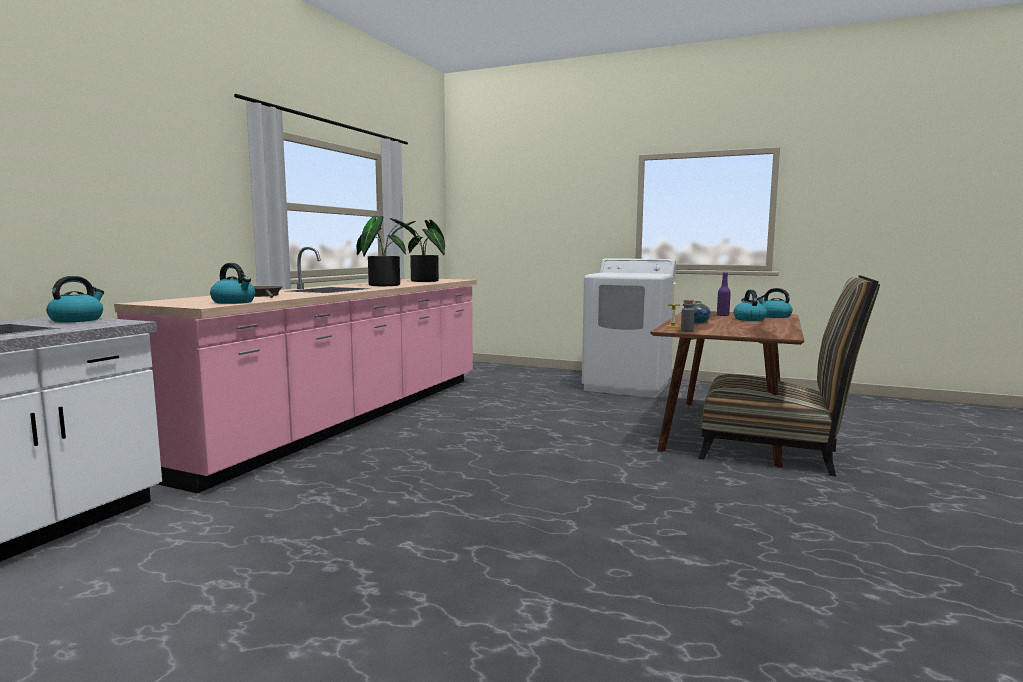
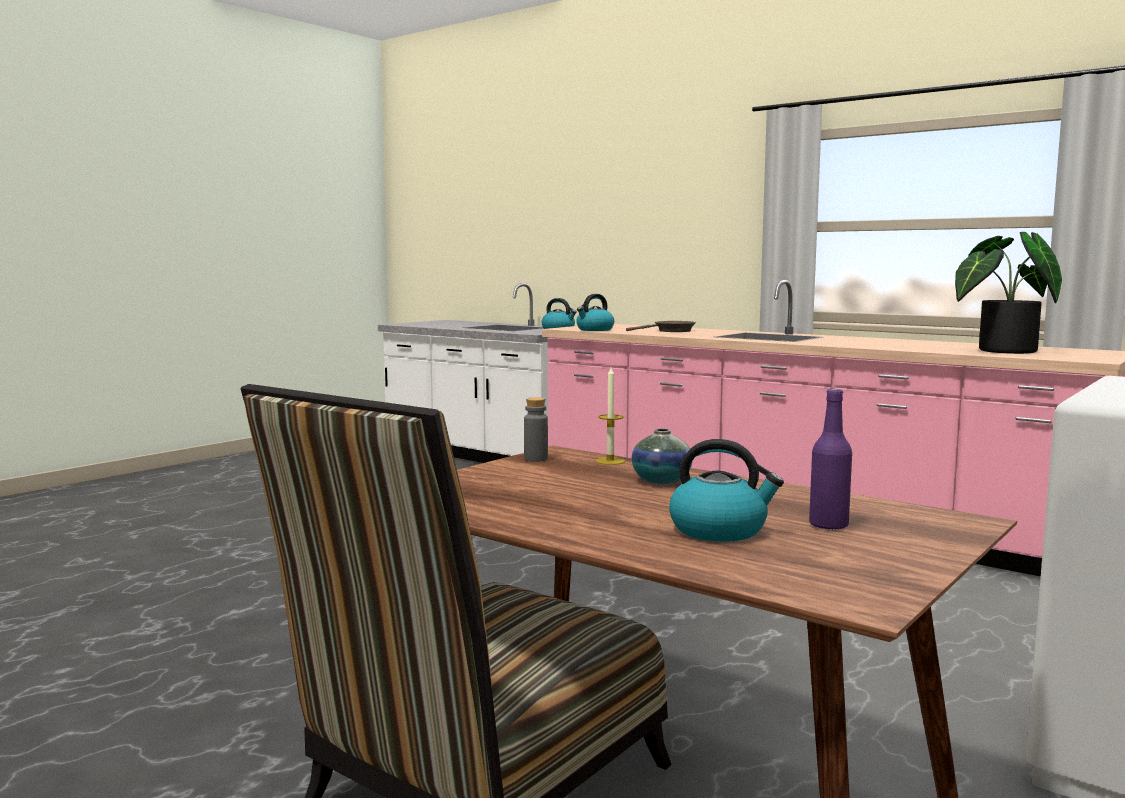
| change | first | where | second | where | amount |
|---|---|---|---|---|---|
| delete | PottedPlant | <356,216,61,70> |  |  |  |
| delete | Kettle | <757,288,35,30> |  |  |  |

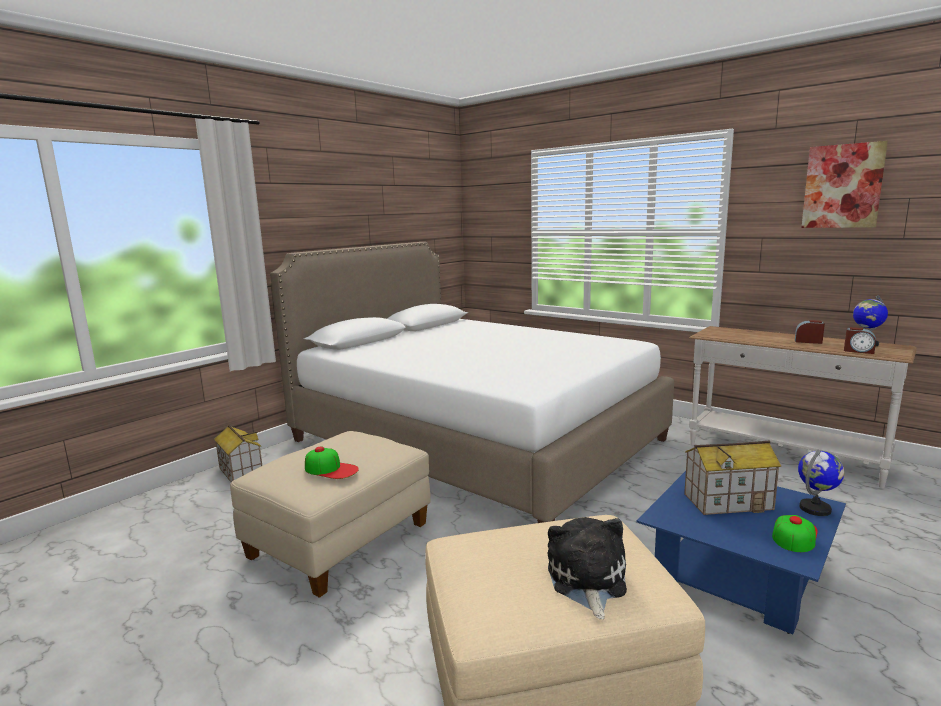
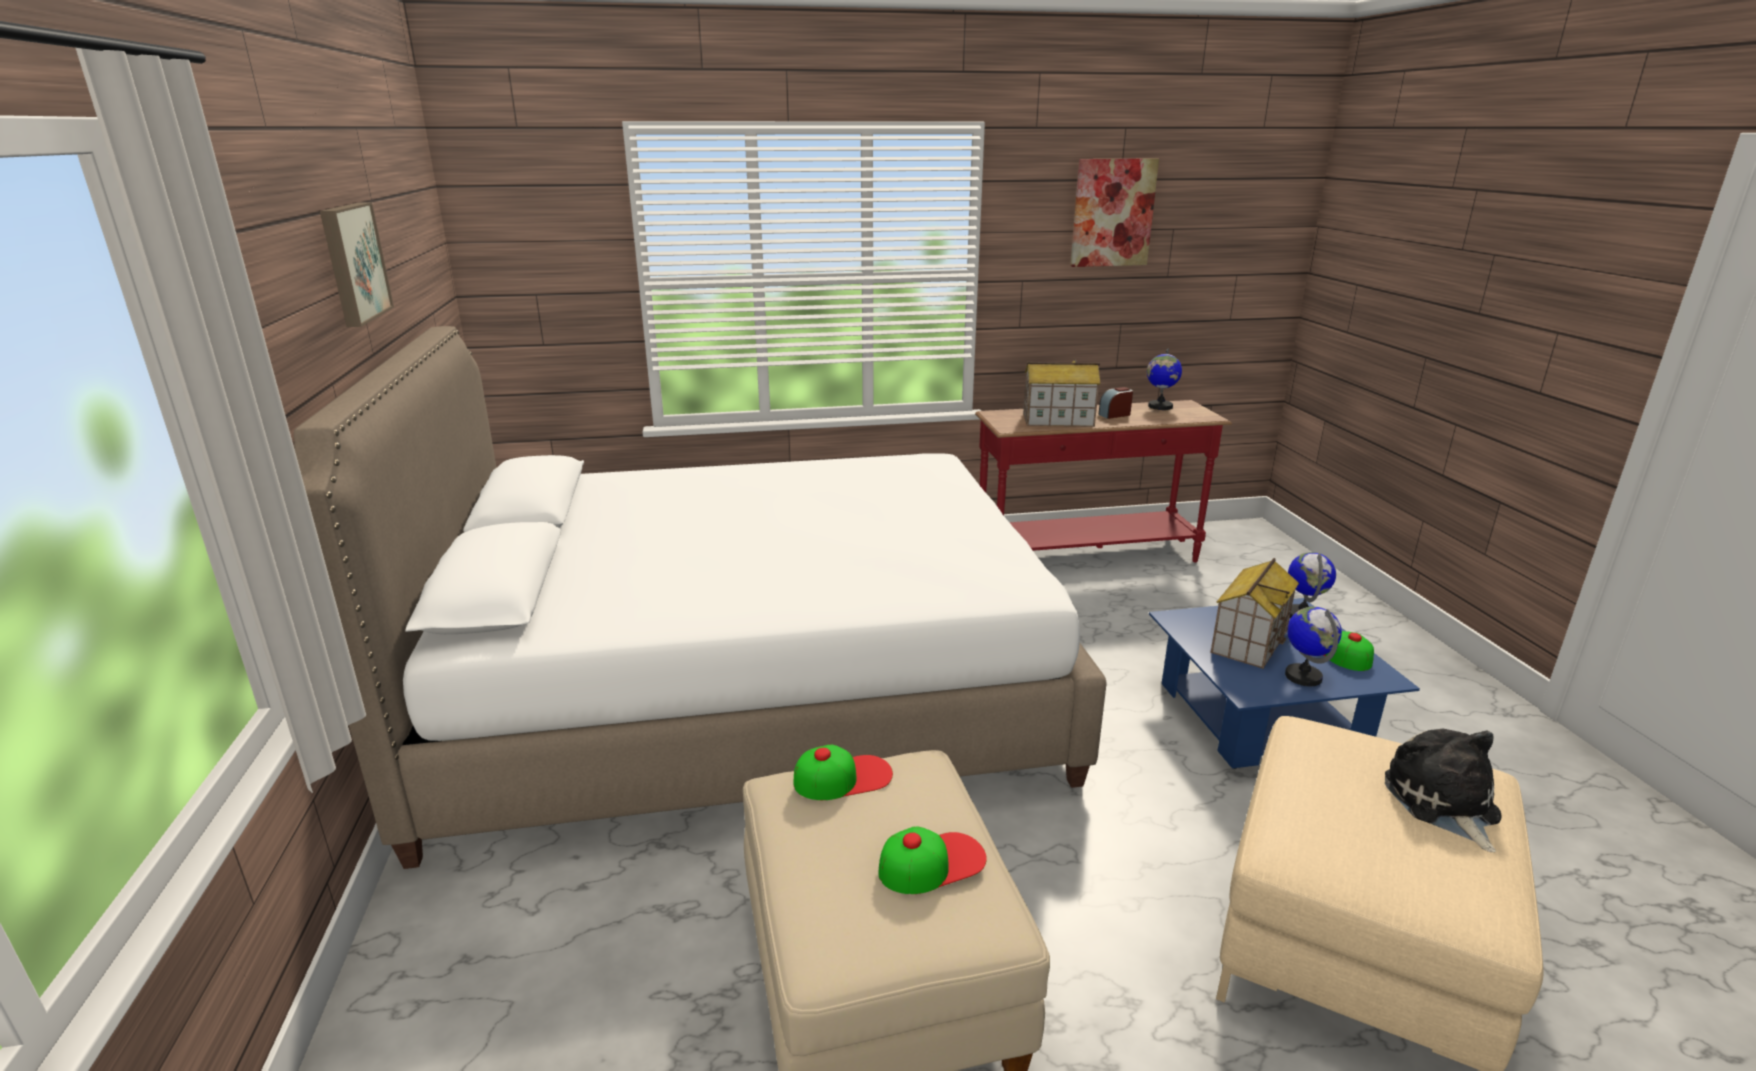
| change | first | where | second | where | amount |
|---|---|---|---|---|---|
| delete | AlarmClock | <844,327,32,27> |  |  |  |
| insert |  |  | Picture | <320,202,74,125> |  |
| insert |  |  | Cap | <794,744,99,56> |  |
| insert |  |  | Globe | <1285,607,57,79> |  |
| move | ToyHouse | <214,425,48,57> |  | <1023,358,77,69> |  |
| recolor | WhiteConsoleTable | <689,326,228,162> | RedConsoleTable | <975,400,257,163> |  |
| rotate | PlushToy | <547,517,80,102> |  | <1385,728,116,124> | 45 degrees clockwise |

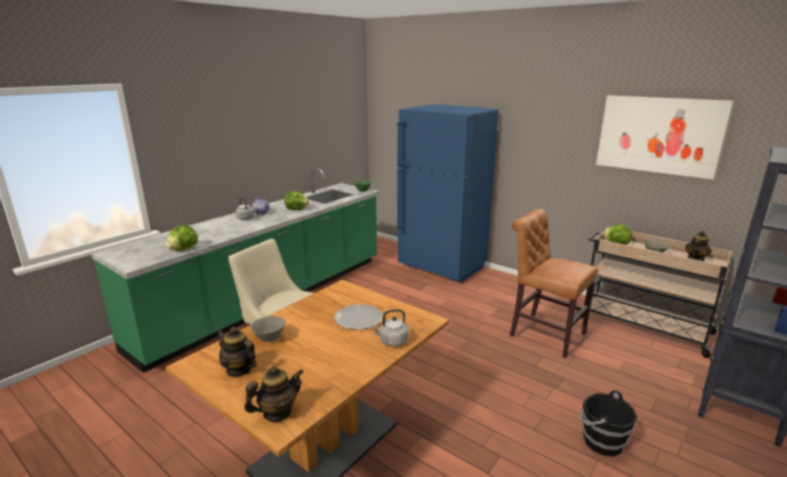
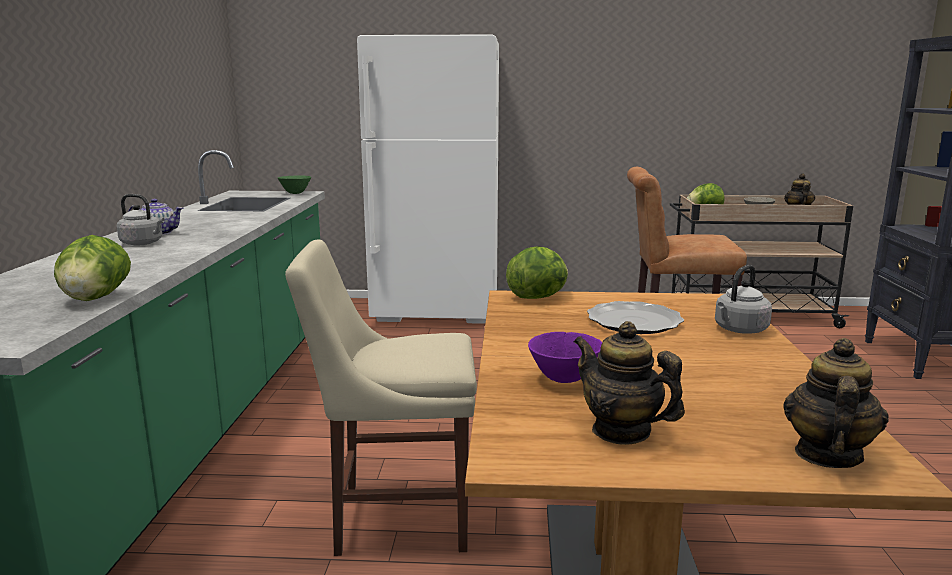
| change | first | where | second | where | amount |
|---|---|---|---|---|---|
| delete | BlackBucket | <580,390,57,67> |  |  |  |
| delete | Picture | <596,95,137,84> |  |  |  |
| move | Lettuce | <284,191,25,19> |  | <506,246,62,53> |  |
| recolor | GreyBowl | <251,316,35,26> | PurpleBowl | <528,332,74,51> |  |
| recolor | BlueFridge | <397,104,102,178> | WhiteFridge | <357,34,142,290> |  |
| rotate | Teapot | <218,327,39,50> |  | <574,321,111,124> | 45 degrees clockwise |

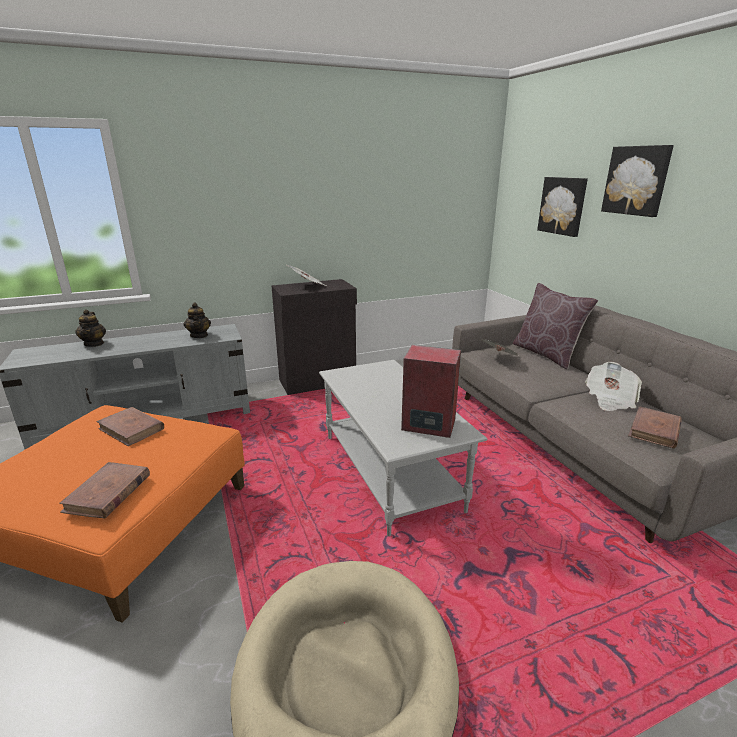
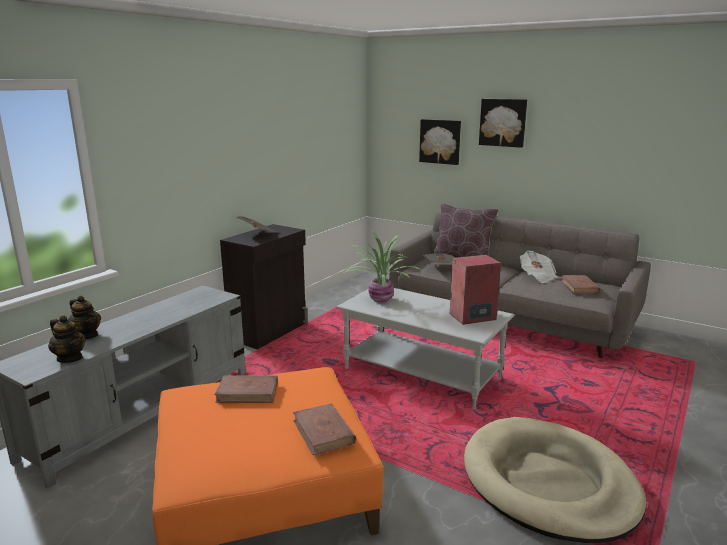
| change | first | where | second | where | amount |
|---|---|---|---|---|---|
| insert |  |  | PottedPlant | <342,231,78,72> |  |
| move | Teapot | <184,302,27,36> |  | <48,315,38,48> |  |

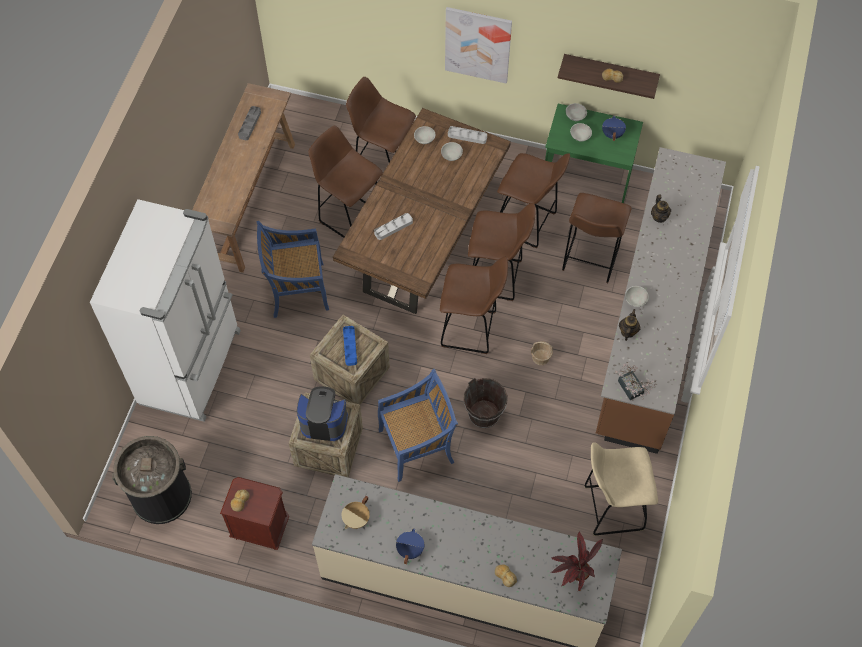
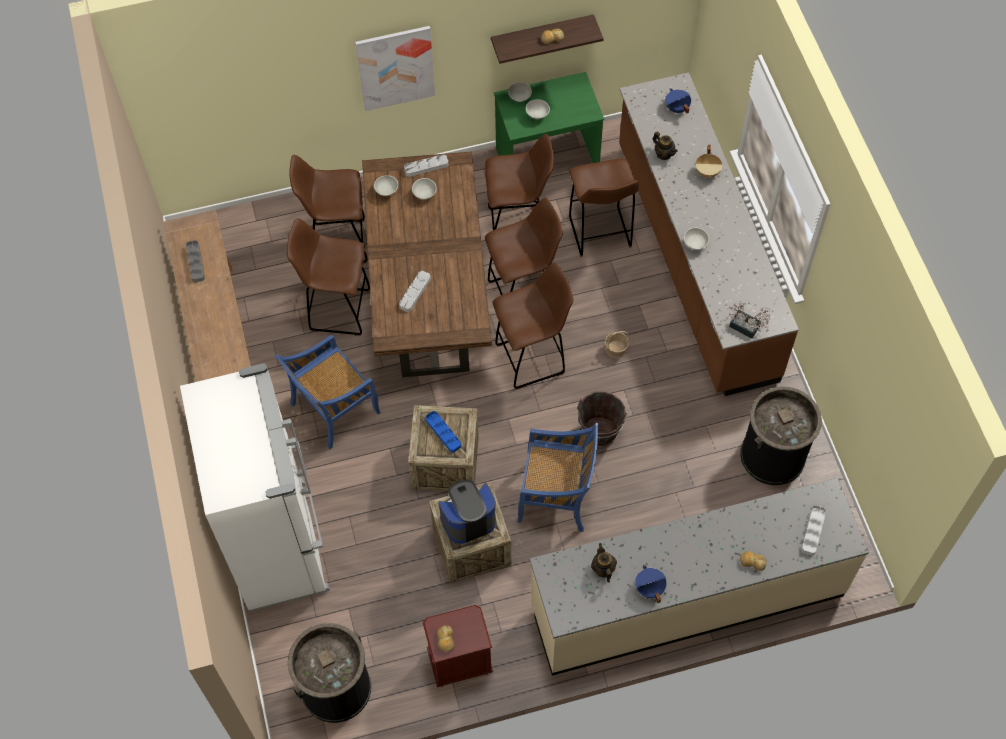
| change | first | where | second | where | amount |
|---|---|---|---|---|---|
| move | BeigeCookingPot | <342,496,28,33> |  | <695,145,28,33> |  |
| move | BlueCookingPot | <602,115,24,26> |  | <665,88,26,26> |  |
| move | Teapot | <619,309,21,32> |  | <591,543,26,40> |  |
| replace | PottedPlant | <551,531,52,60> | GreyTray | <801,505,25,51> |  |
| replace | BeigeStool | <584,442,74,94> | BlackTrashCan | <740,387,82,98> |  |
| rotate | BlueChair | <378,369,80,113> |  | <518,423,81,109> | 60 degrees clockwise |

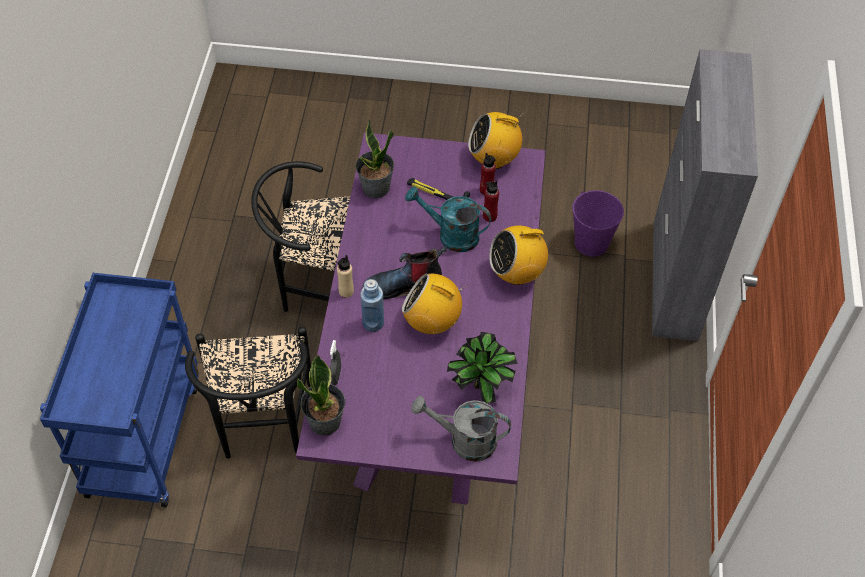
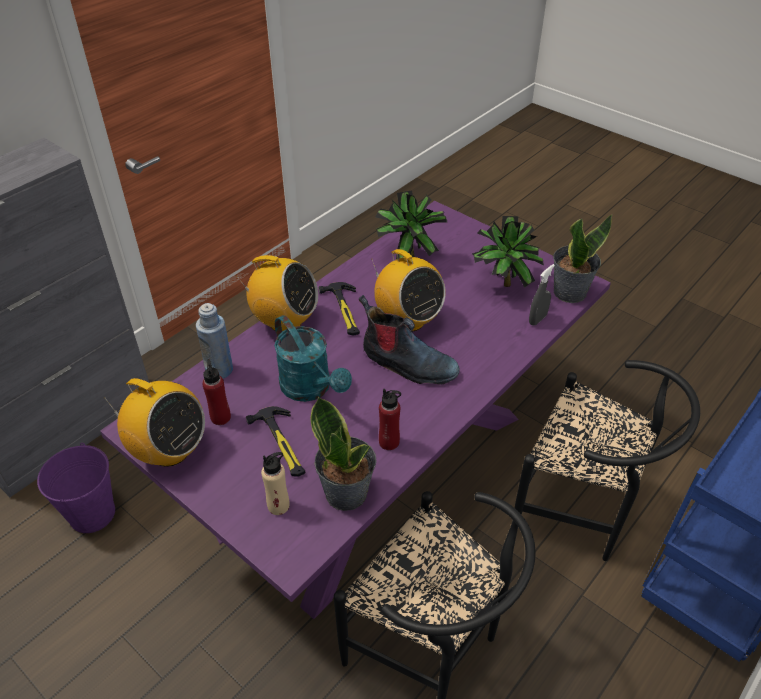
| change | first | where | second | where | amount |
|---|---|---|---|---|---|
| delete | GreyWateringCan | <411,396,100,66> |  |  |  |
| insert |  |  | Hammer | <319,282,41,53> |  |
| insert |  |  | PottedPlant | <472,216,72,72> |  |
| move | BeigeBottle | <337,255,17,43> |  | <261,452,29,63> |  |
| move | BlueBottle | <360,279,24,53> |  | <196,303,37,76> |  |
| move | RedBottle | <483,180,16,42> |  | <379,389,22,61> |  |
| rotate | BlackChair | <185,327,126,132> |  | <512,360,188,201> | 90 degrees clockwise |

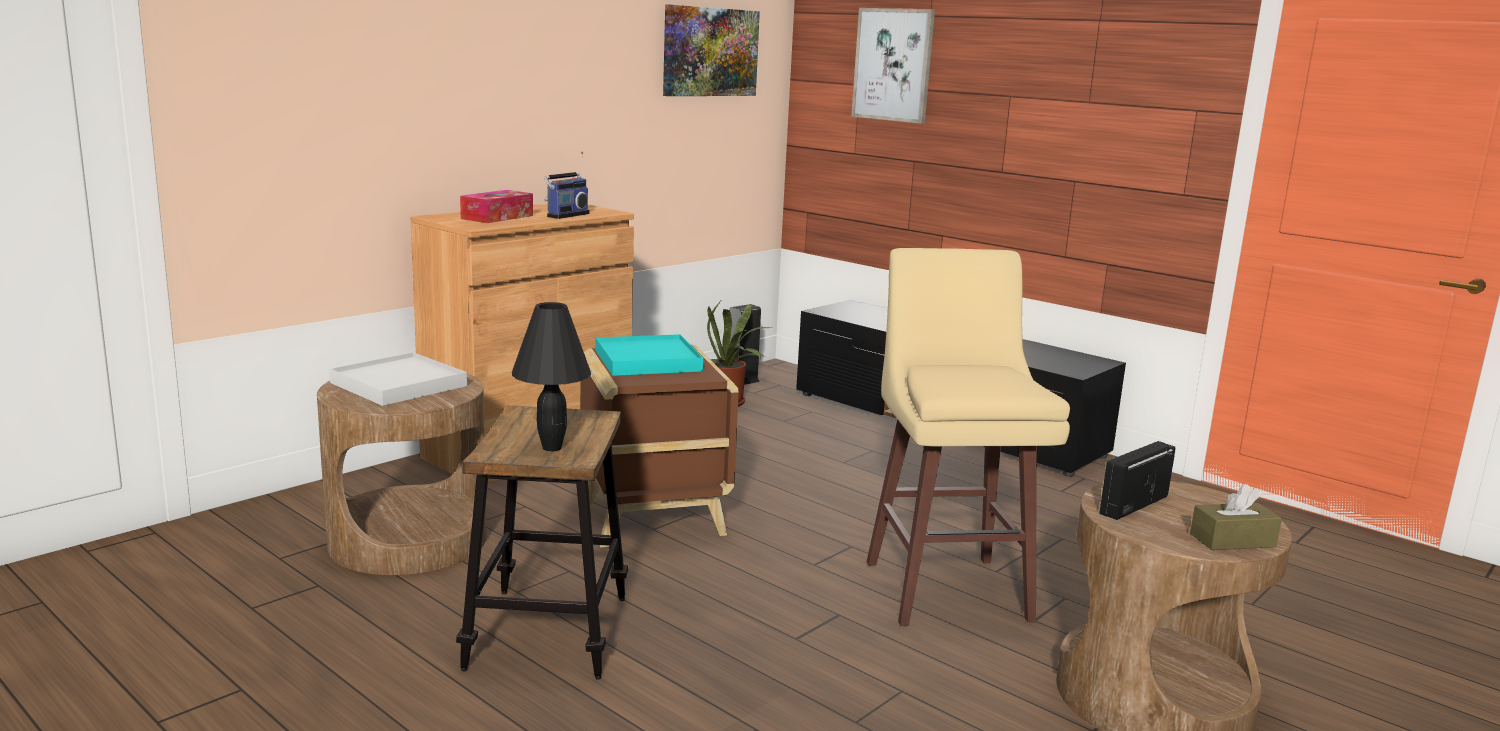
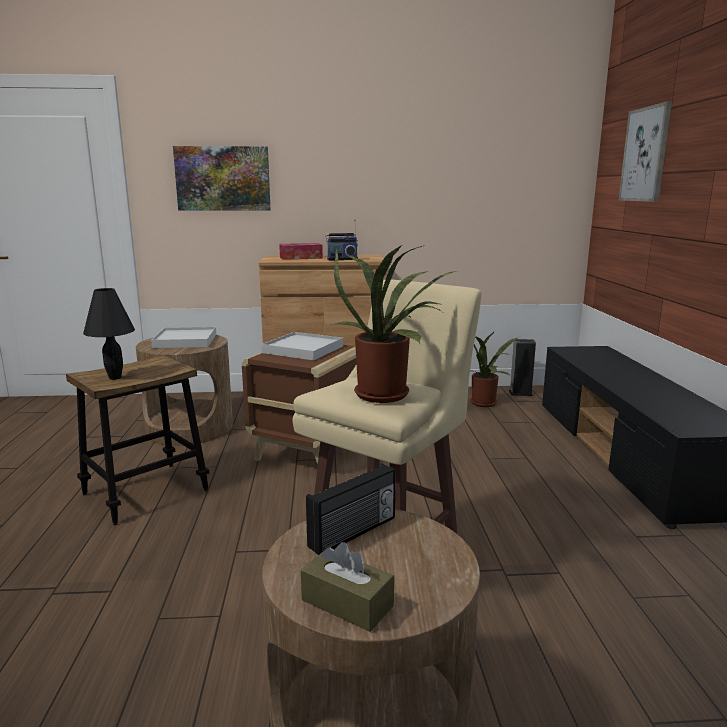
| change | first | where | second | where | amount |
|---|---|---|---|---|---|
| insert |  |  | PottedPlant | <329,245,128,158> |  |
| move | Picture | <663,5,97,91> |  | <173,146,98,65> |  |
| recolor | TurquoiseTray | <595,334,108,42> | WhiteTray | <262,332,81,28> |  |
| rotate | Radio | <1099,441,77,79> |  | <306,463,90,92> | 135 degrees clockwise |

